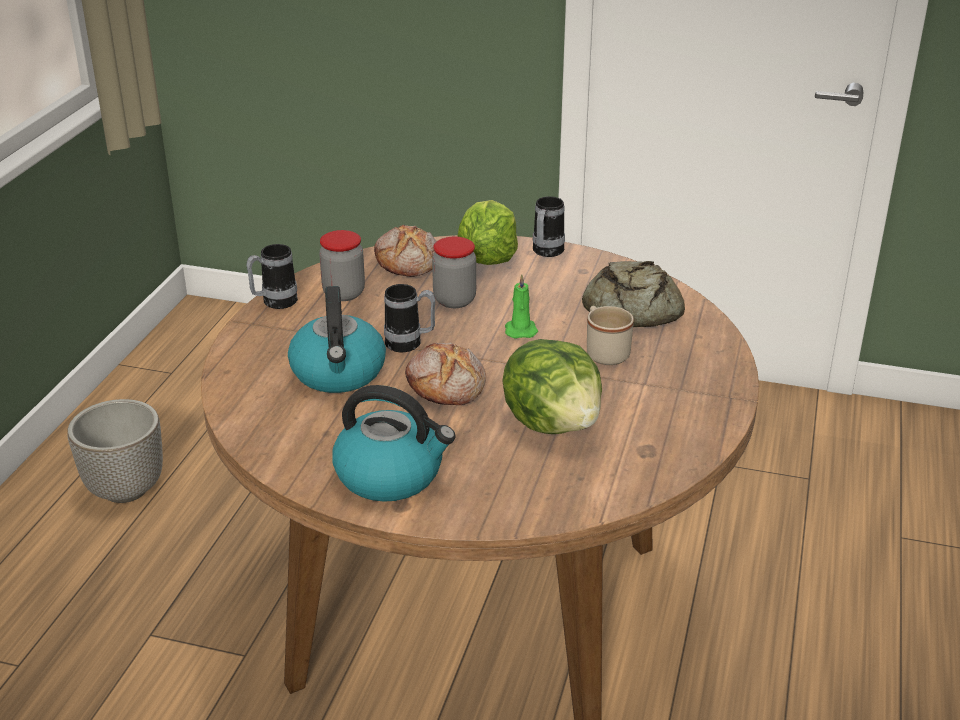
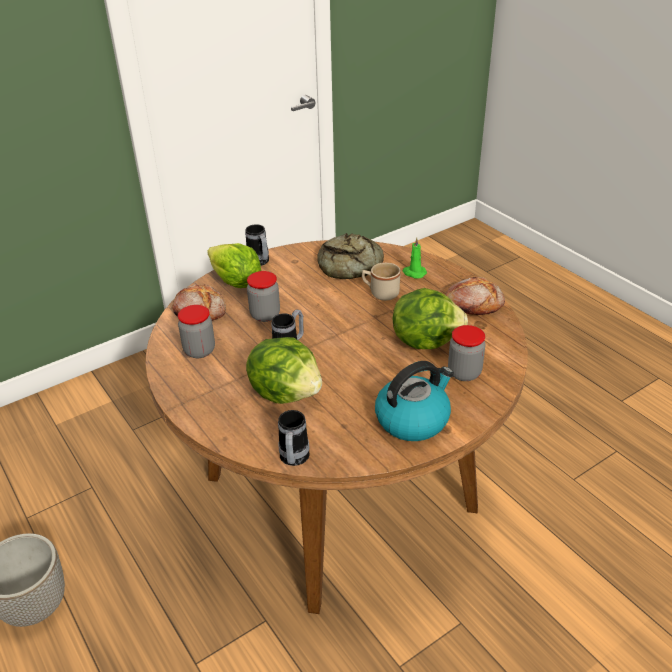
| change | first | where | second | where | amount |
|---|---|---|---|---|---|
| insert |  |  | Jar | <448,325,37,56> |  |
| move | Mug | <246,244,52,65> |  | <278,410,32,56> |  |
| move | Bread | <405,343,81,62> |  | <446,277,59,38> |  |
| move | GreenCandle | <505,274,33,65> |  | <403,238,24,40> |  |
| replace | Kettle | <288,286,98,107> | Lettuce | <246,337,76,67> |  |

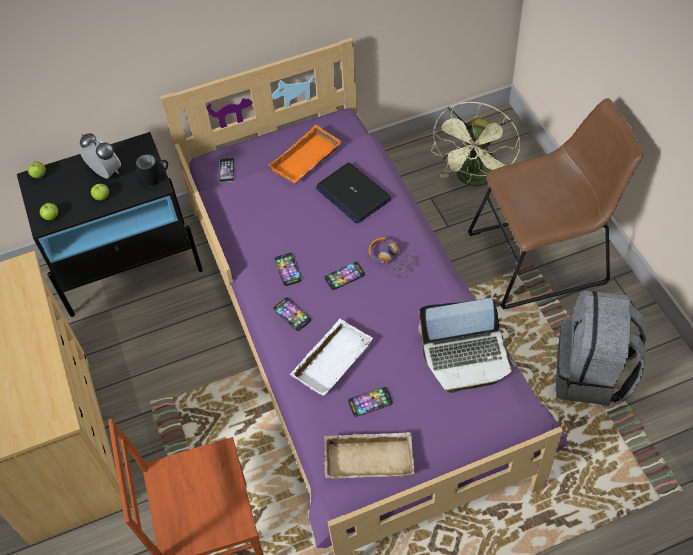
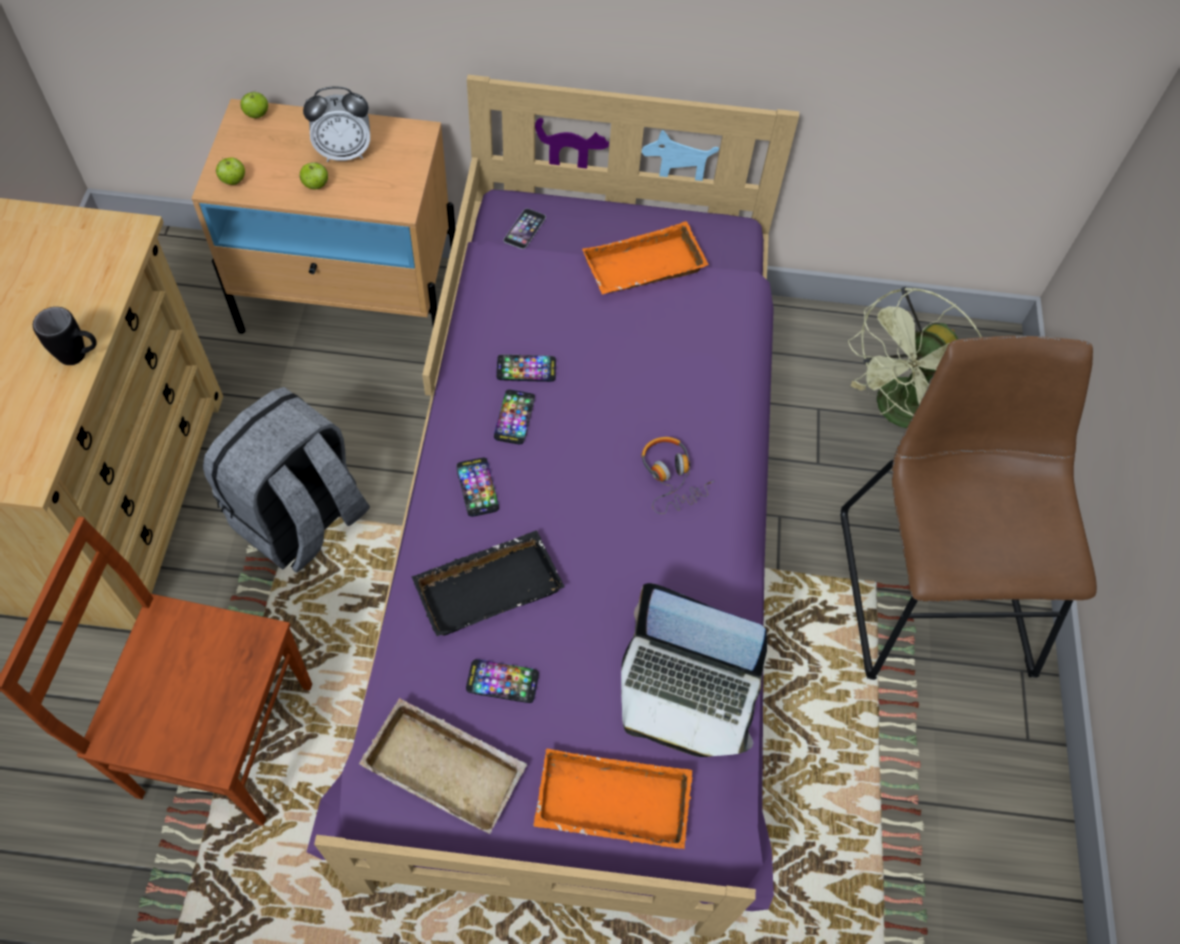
| change | first | where | second | where | amount |
|---|---|---|---|---|---|
| delete | Laptop | <316,163,76,60> |  |  |  |
| insert |  |  | OrangeTray | <533,748,159,101> |  |
| move | BlackMug | <136,154,32,32> |  | <33,307,64,58> |  |
| move | Phone | <324,262,41,28> |  | <496,355,60,27> |  |
| move | GreyBackpack | <556,291,91,115> |  | <203,387,167,186> |  |
| recolor | BlackNightstand | <17,132,186,185> | BeigeNightstand | <192,99,264,235> |  |
| recolor | WhiteTray | <290,319,83,77> | BlackTray | <411,530,154,106> |  |
| rotate | AlarmClock | <80,133,41,46> |  | <303,86,67,76> | 105 degrees clockwise |
| rotate | BrownChair | <468,98,176,212> |  | <840,336,257,344> | 105 degrees counterclockwise |

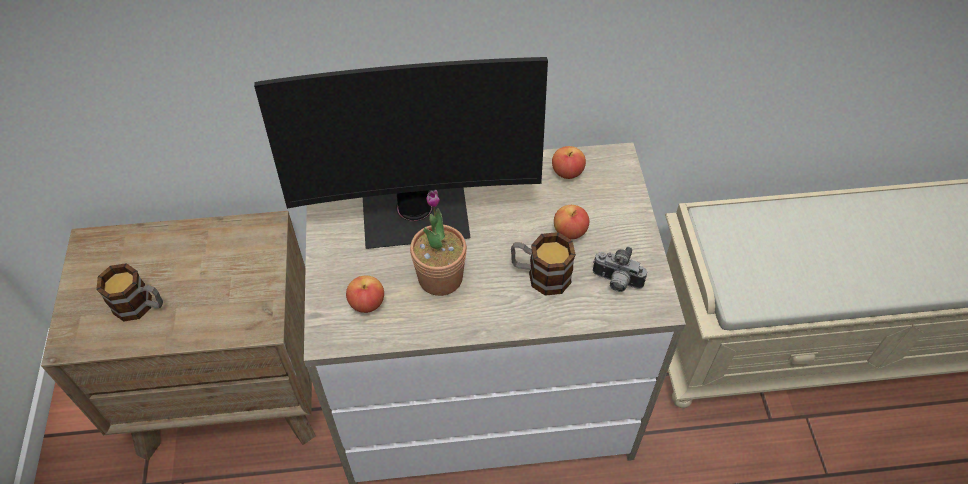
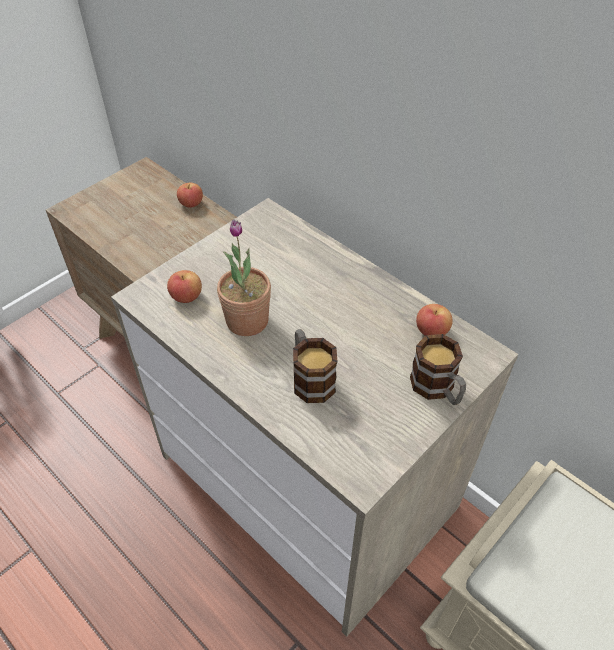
| change | first | where | second | where | amount |
|---|---|---|---|---|---|
| delete | Monitor | <254,57,294,192> |  |  |  |
| delete | PhotoCamera | <593,247,54,45> |  |  |  |
| move | Mug | <96,263,67,59> |  | <410,334,56,71> |  |
| move | Apple | <554,205,35,34> |  | <177,183,26,25> |  |

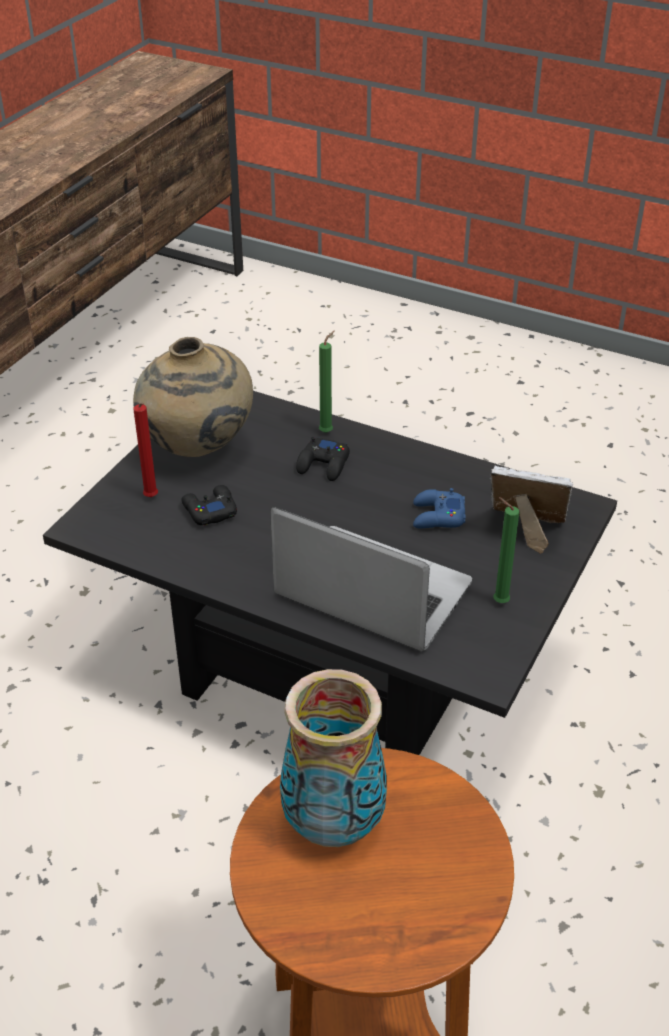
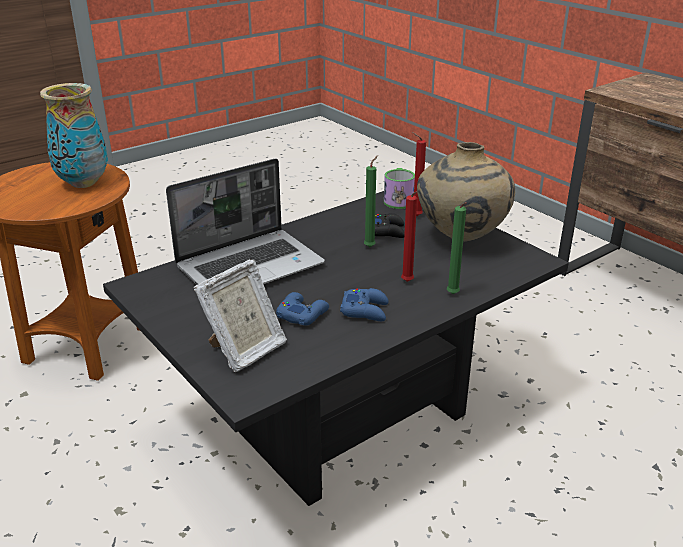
| change | first | where | second | where | amount |
|---|---|---|---|---|---|
| insert |  |  | BlueGameController | <340,288,49,33> |  |
| insert |  |  | Mug | <384,168,31,41> |  |
| move | GreenCandle | <494,497,25,106> |  | <364,155,14,92> |  |
| replace | BlackGameController | <296,437,54,44> | RedCandle | <401,191,16,91> |  |

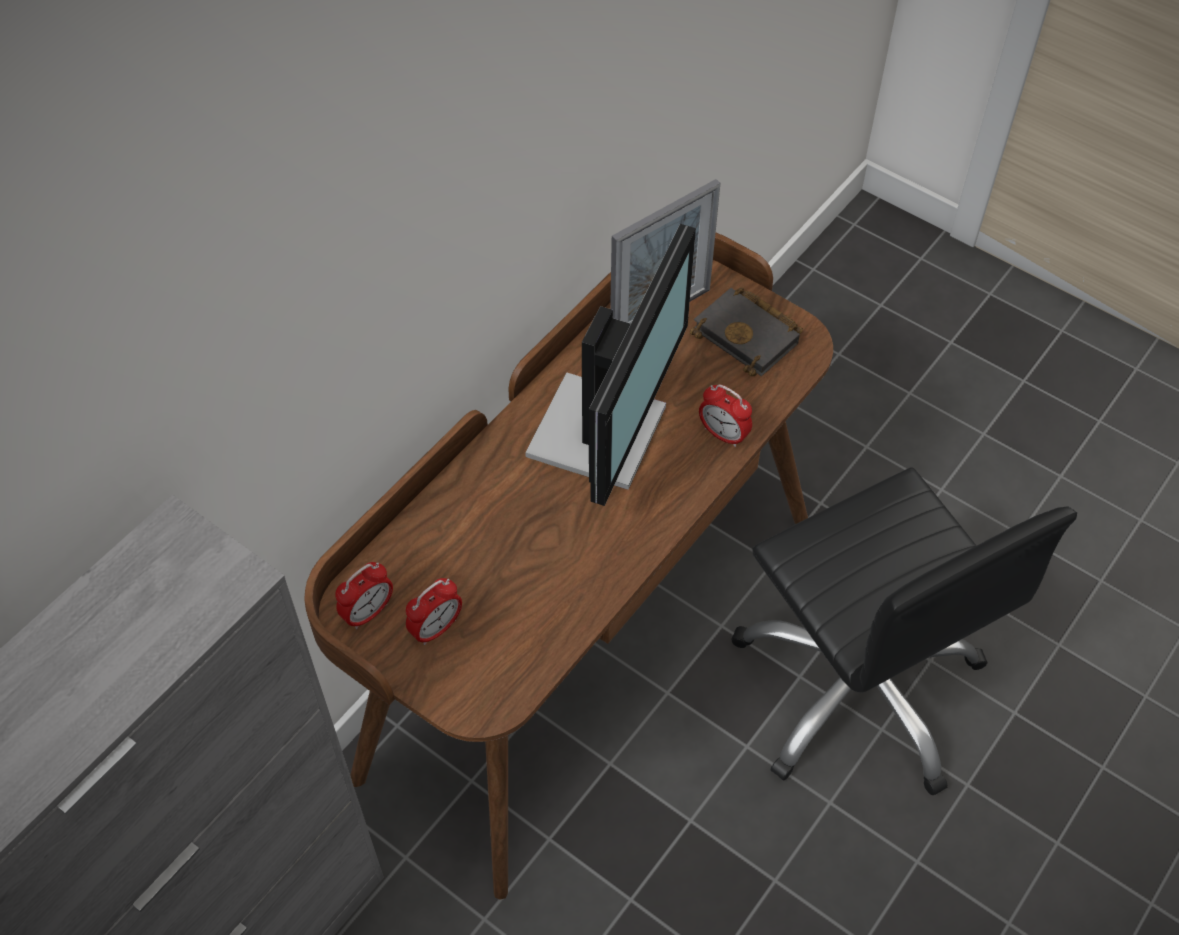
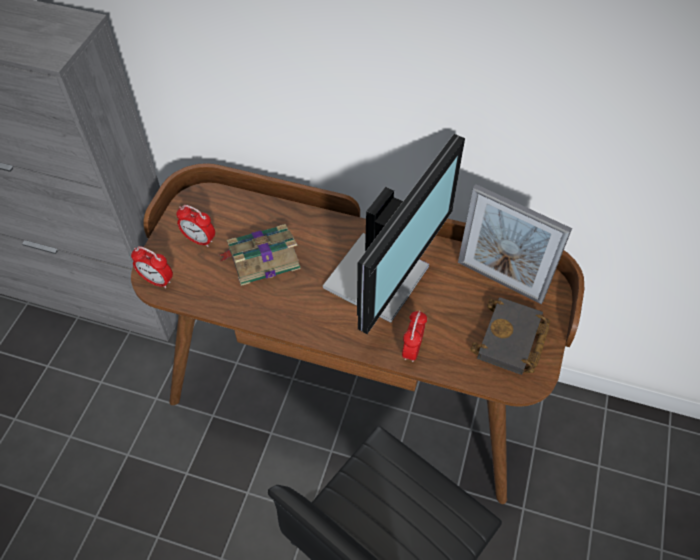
| change | first | where | second | where | amount |
|---|---|---|---|---|---|
| insert |  |  | Book | <219,224,82,62> |  |
| move | AlarmClock | <335,562,58,67> |  | <131,246,42,42> |  |
| rotate | Monitor | <525,224,171,282> |  | <323,134,142,200> | 60 degrees counterclockwise |

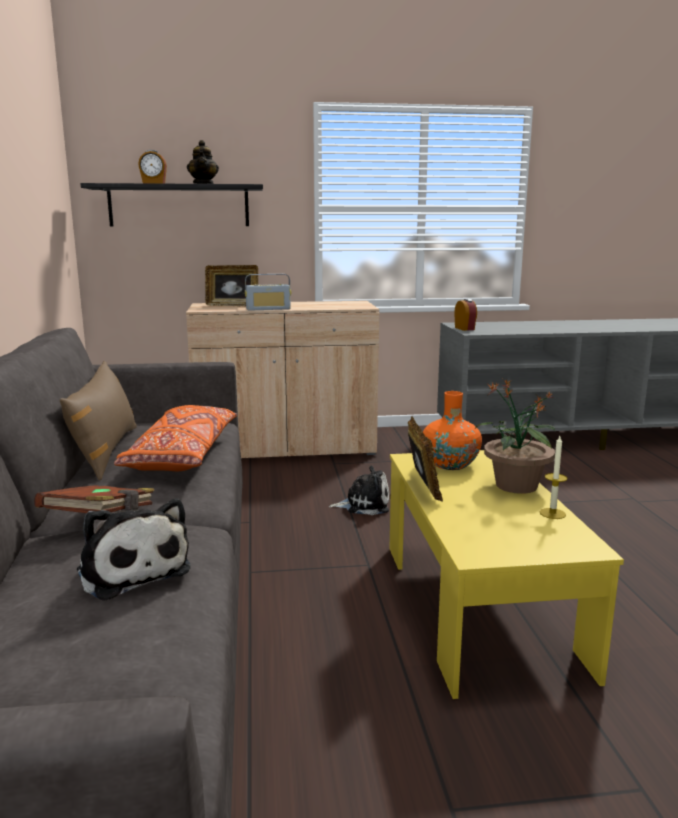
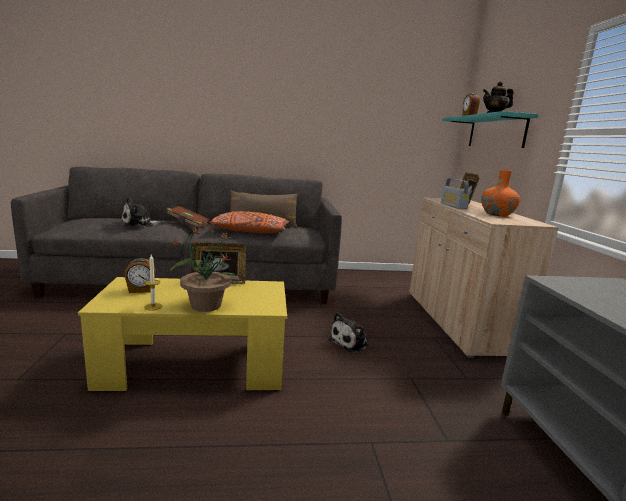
| change | first | where | second | where | amount |
|---|---|---|---|---|---|
| move | OrangeVase | <423,391,59,79> |  | <481,170,39,46> |  |
| move | AlarmClock | <454,299,23,32> |  | <124,258,32,35> |  |
| recolor | BlackShelf | <81,183,182,43> | TurquoiseShelf | <442,111,97,37> |  |
| rotate | PlushToy | <329,465,60,50> |  | <328,312,41,40> | 45 degrees clockwise |

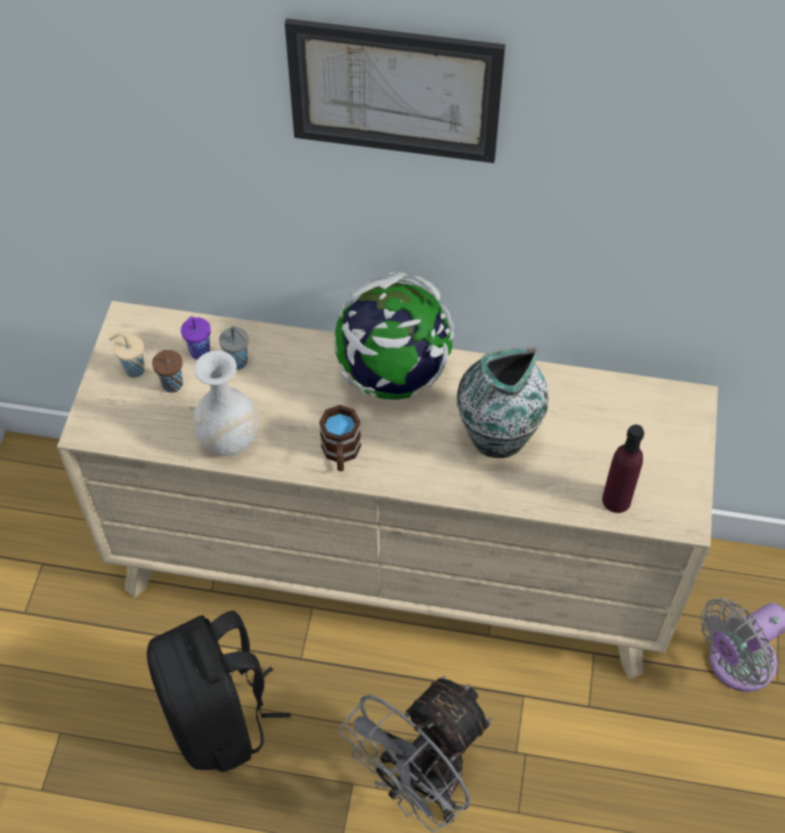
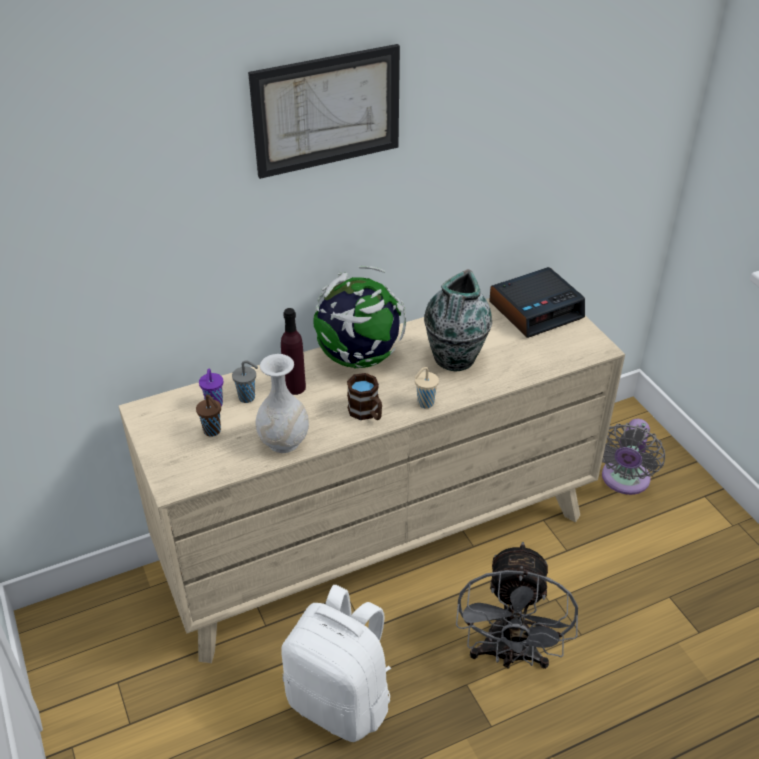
| change | first | where | second | where | amount |
|---|---|---|---|---|---|
| insert |  |  | AlarmClock | <489,267,96,71> |  |
| move | BeigeCup | <109,332,36,46> |  | <414,367,25,41> |  |
| move | PurpleBottle | <602,424,42,89> |  | <281,308,25,87> |  |
| recolor | BlackBackpack | <147,611,144,161> | WhiteBackpack | <282,585,109,157> |  |

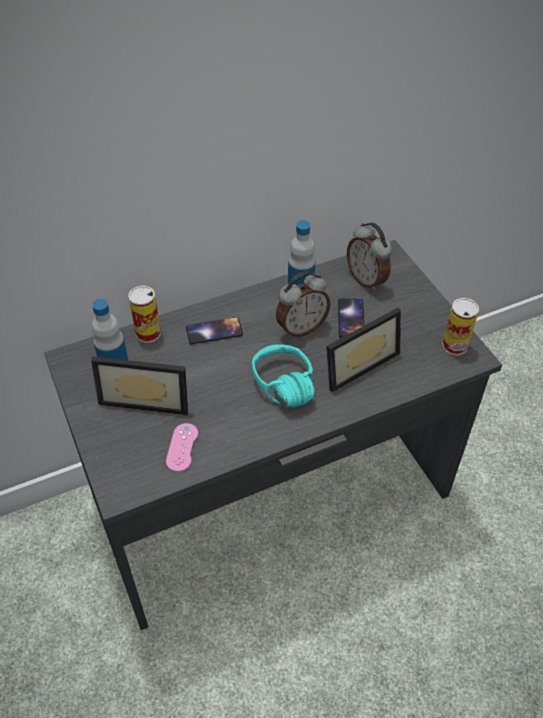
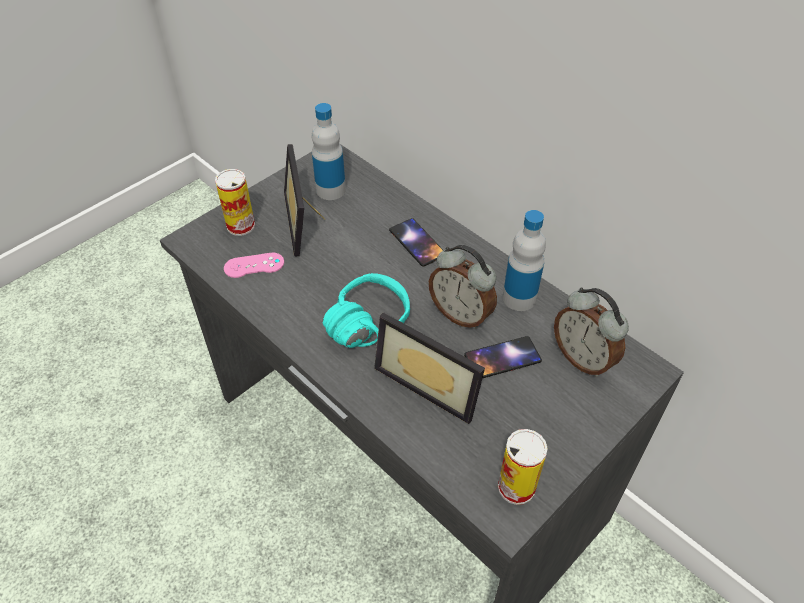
| change | first | where | second | where | amount |
|---|---|---|---|---|---|
| move | Can | <128,286,33,57> |  | <215,169,40,67> |  |
| rotate | AlarmClock | <347,222,45,69> |  | <554,288,75,89> | 75 degrees counterclockwise |

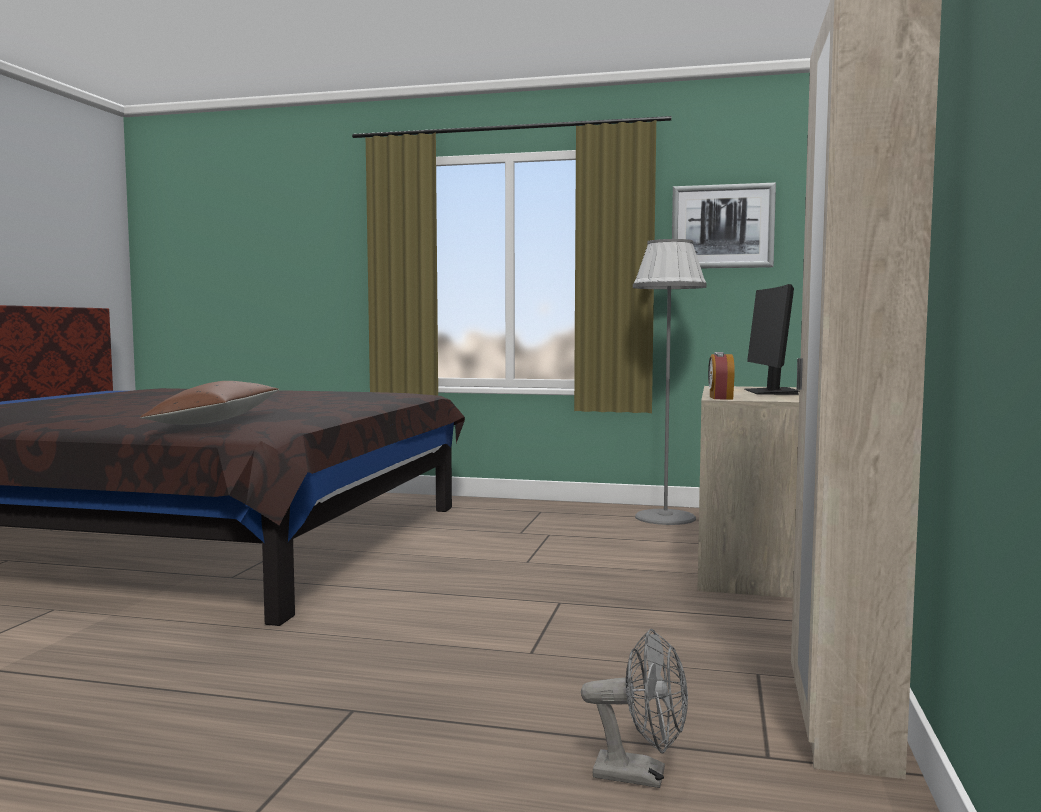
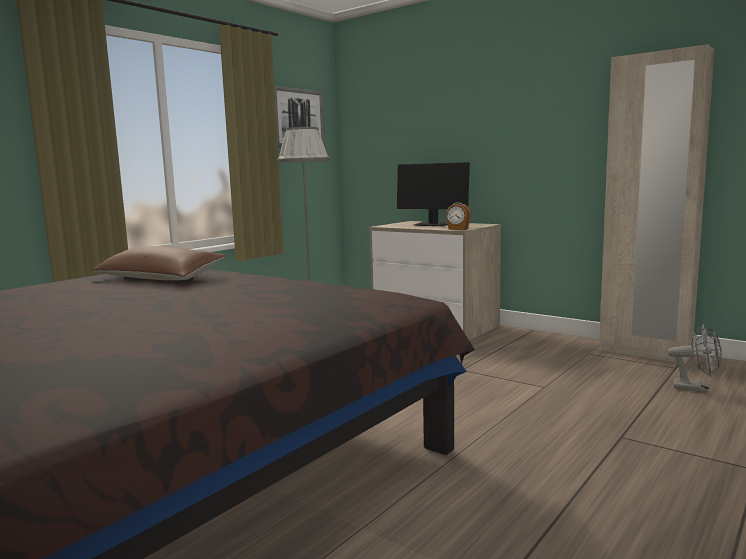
| change | first | where | second | where | amount |
|---|---|---|---|---|---|
| move | BrownPillow | <140,381,139,44> |  | <91,246,135,34> |  |
| rotate | GreyFan | <581,629,107,159> |  | <668,324,54,68> | 75 degrees clockwise |

